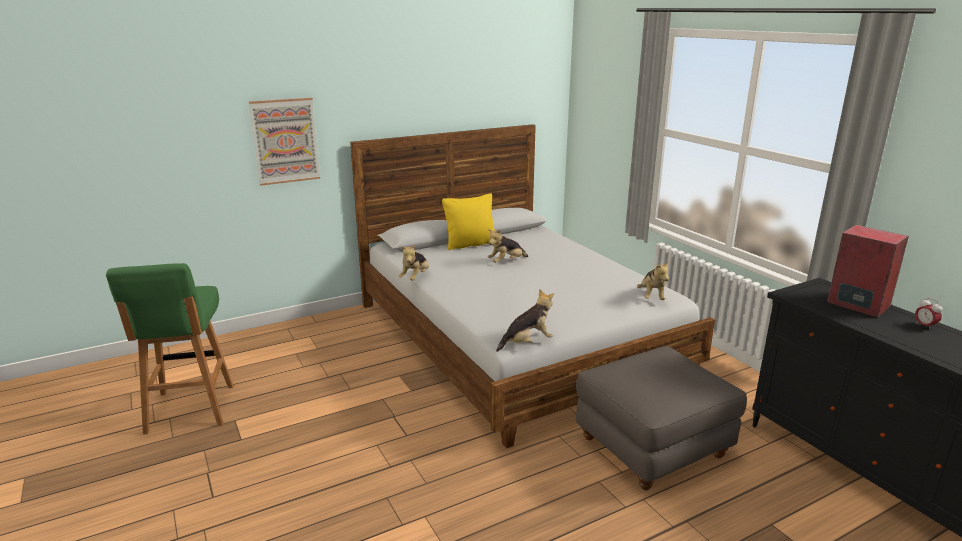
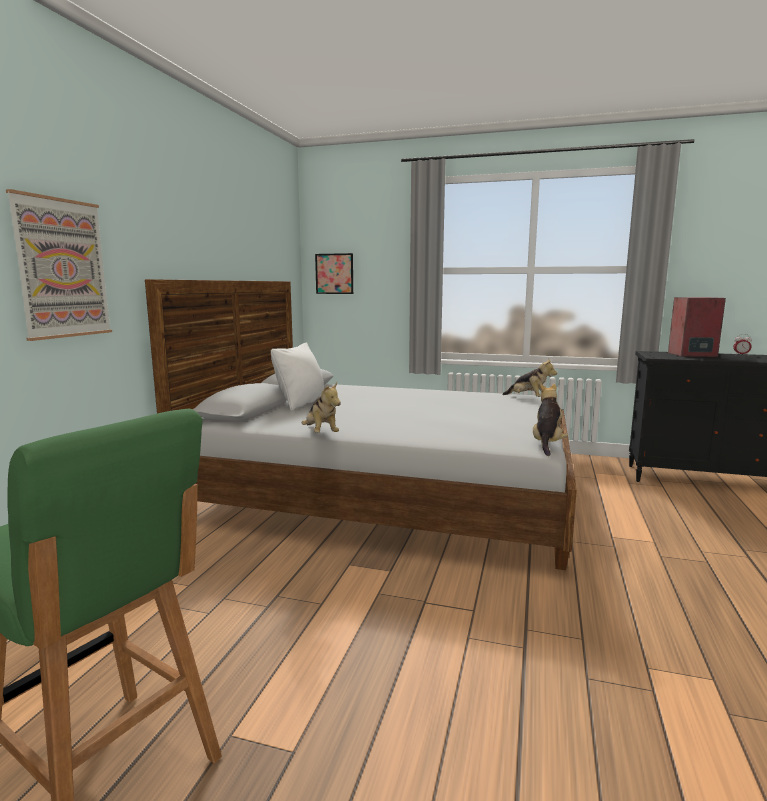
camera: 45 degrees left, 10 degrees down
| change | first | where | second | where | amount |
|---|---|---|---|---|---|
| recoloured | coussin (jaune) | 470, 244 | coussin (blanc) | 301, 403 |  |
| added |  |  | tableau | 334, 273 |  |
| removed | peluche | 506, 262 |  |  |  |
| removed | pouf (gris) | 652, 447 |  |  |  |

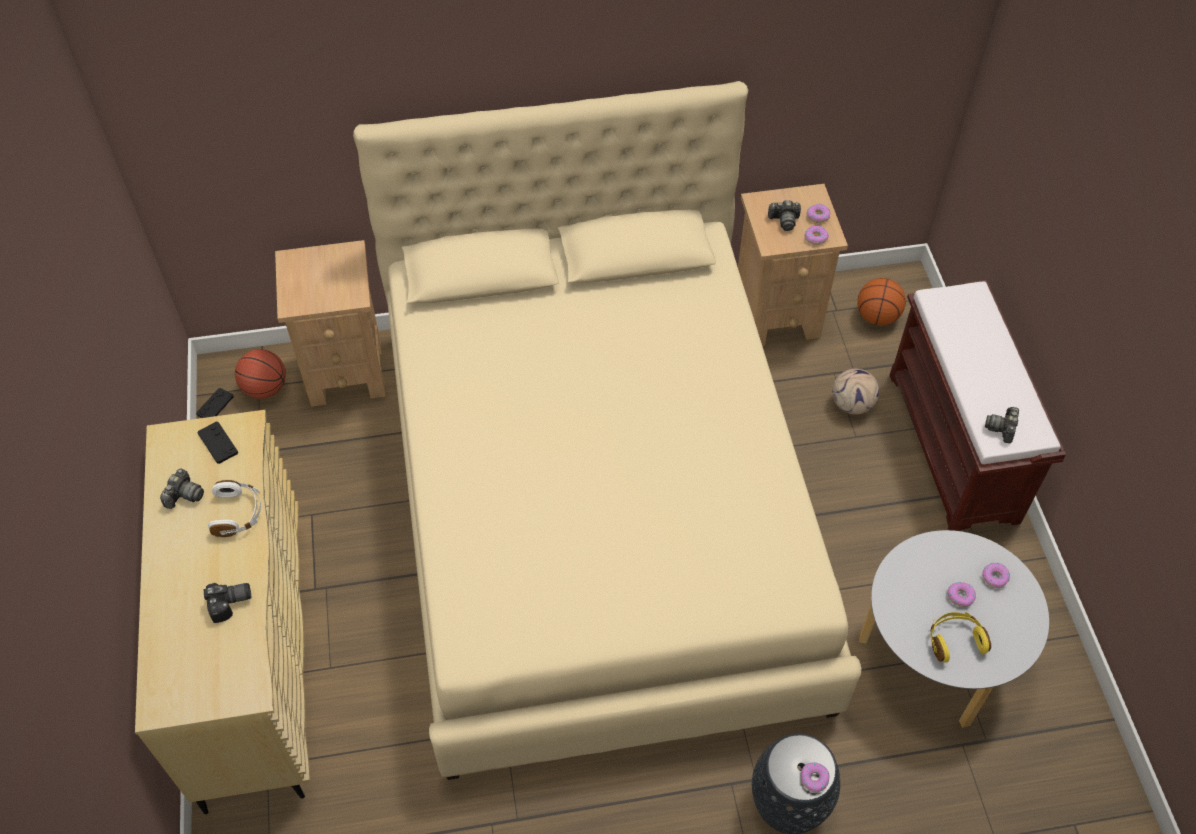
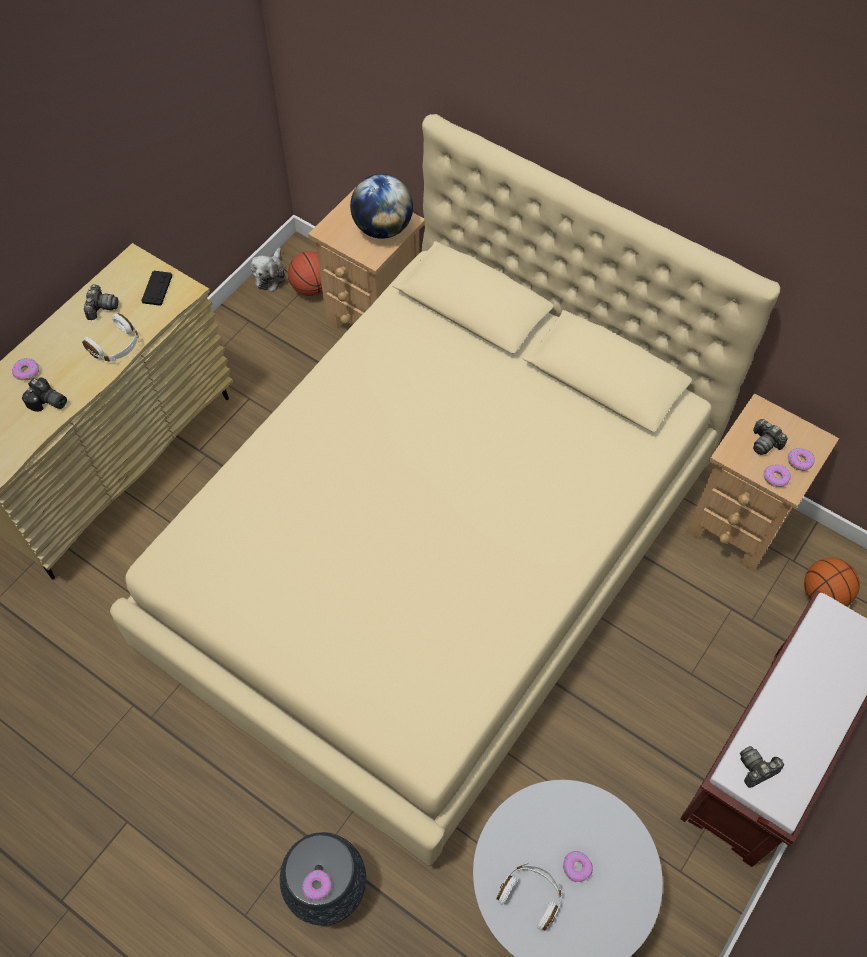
camera: 45 degrees right, 5 degrees up
| change | first | where | second | where | amount |
|---|---|---|---|---|---|
| moved | beignet | 995, 577 |  | 26, 372 |  |
| turned | appareil photo | 184, 495 |  | 101, 308 | 60 degrees counterclockwise |
| replaced | manette (noir) | 215, 405 | peluche | 270, 275 |  |
| added |  |  | globe | 382, 228 |  |
| recoloured | casque audio (jaune) | 955, 640 | casque audio (blanc) | 531, 895 |  |
| removed | ballon de foot | 852, 405 |  |  |  |

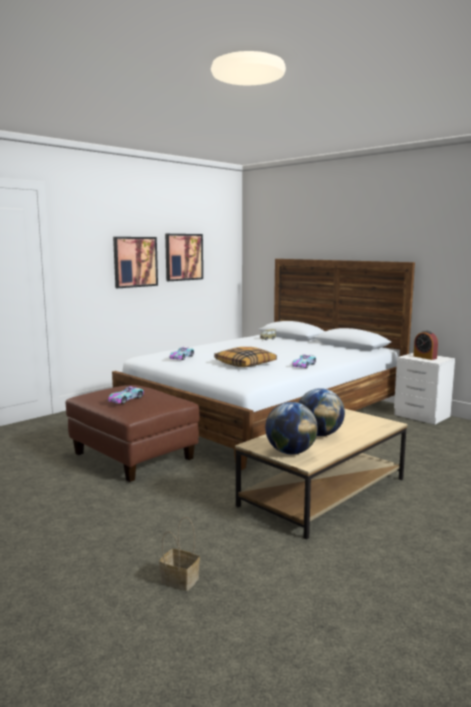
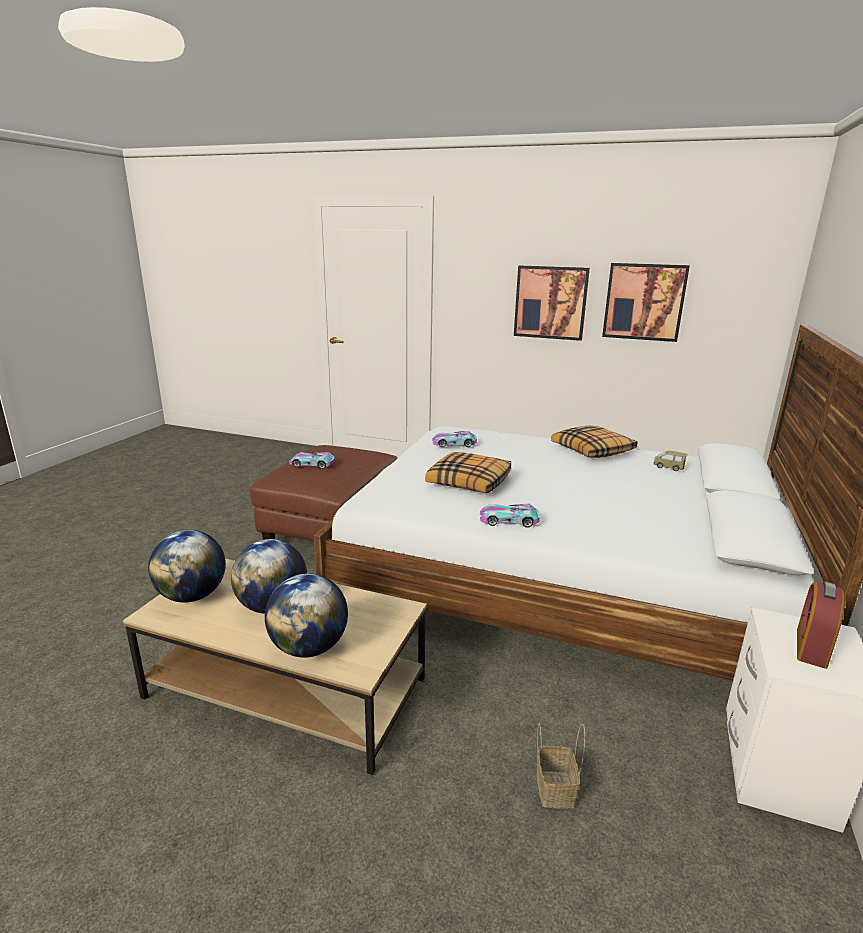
camera: 65 degrees right, 10 degrees up
| change | first | where | second | where | amount |
|---|---|---|---|---|---|
| added |  |  | globe | 309, 647 |  |
| moved | panier | 178, 580 |  | 553, 788 |  |
| added |  |  | coussin | 592, 451 |  |

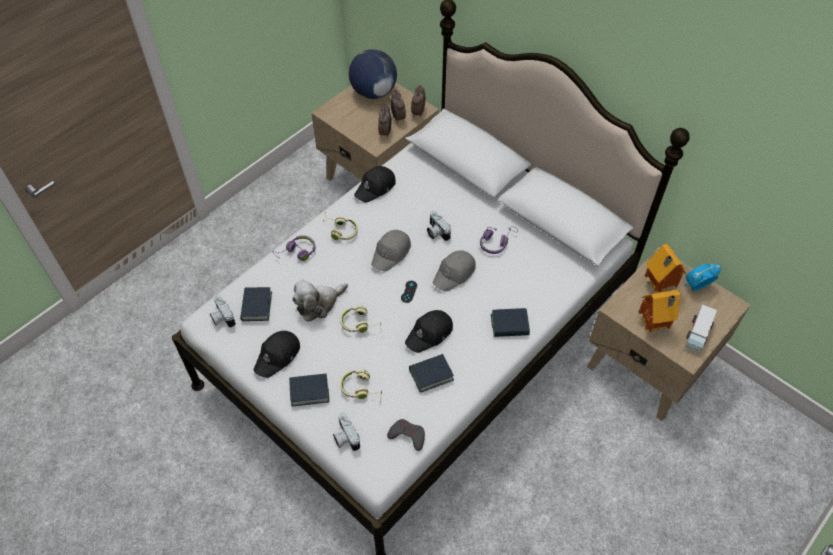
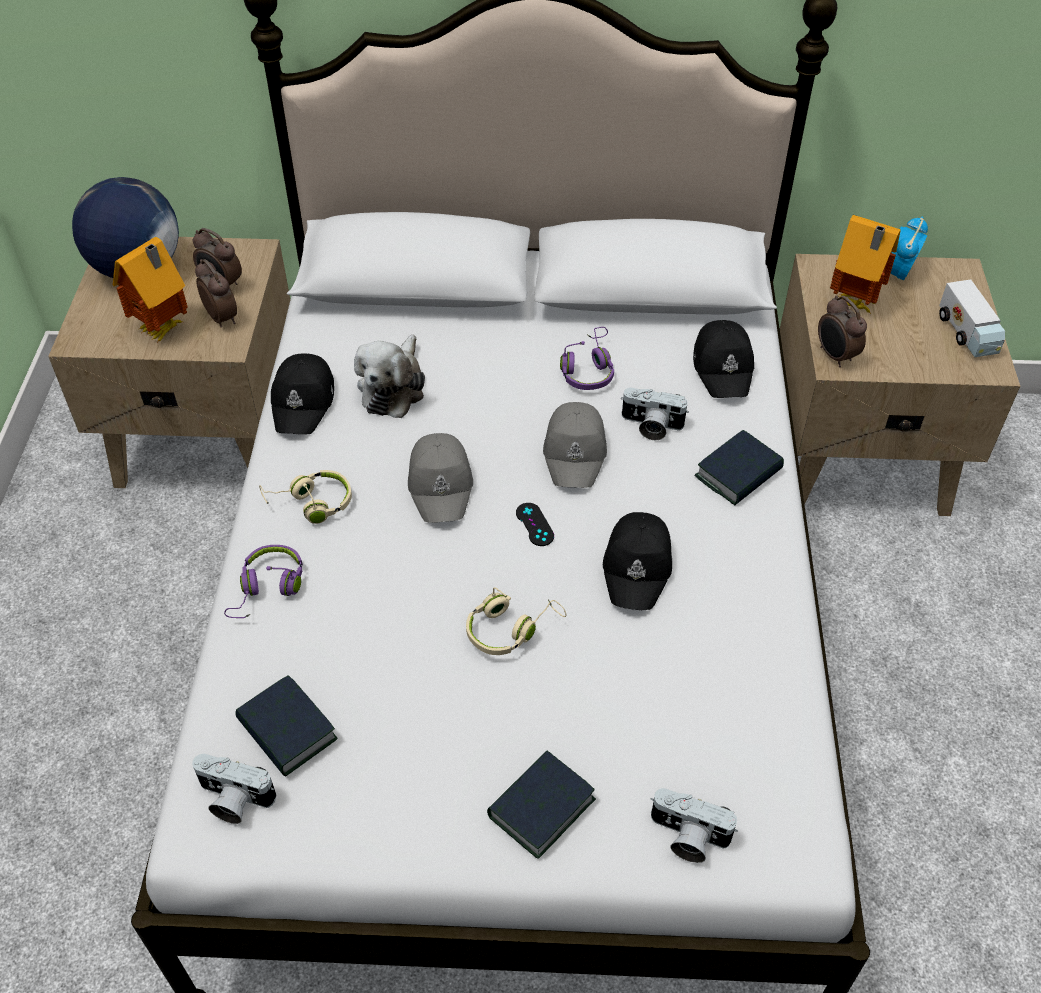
camera: 40 degrees left, 5 degrees down
| change | first | where | second | where | amount |
|---|---|---|---|---|---|
| moved | maison miniature | 652, 327 |  | 164, 330 |  |
| moved | peluche | 318, 304 |  | 393, 387 |  |
| moved | appareil photo | 436, 232 |  | 650, 426 |  |
| moved | casquette (noir) | 278, 356 |  | 723, 367 |  |
| moved | réveil | 417, 113 |  | 835, 356 |  |
| removed | casque audio (beige) | 361, 389 |  |  |  |
| removed | manette (gris) | 407, 435 |  |  |  |
| removed | livre | 431, 375 |  |  |  |

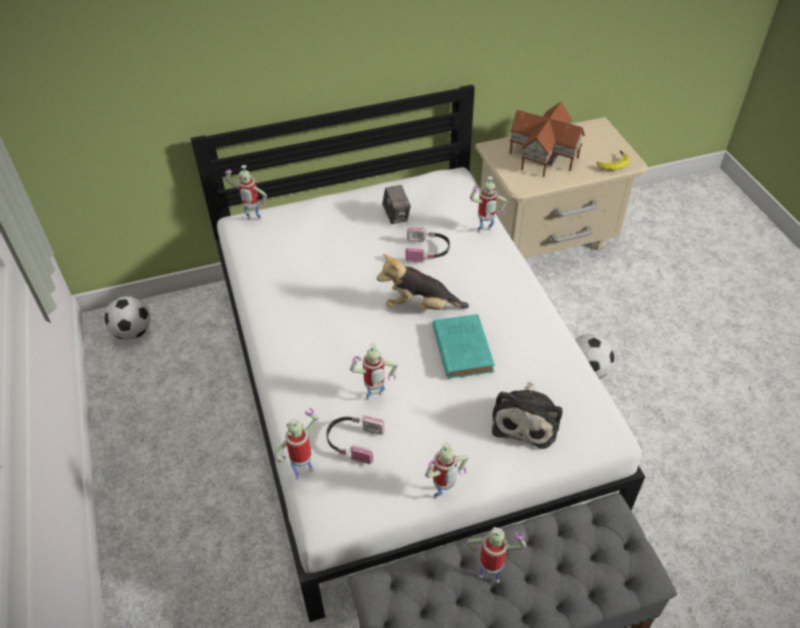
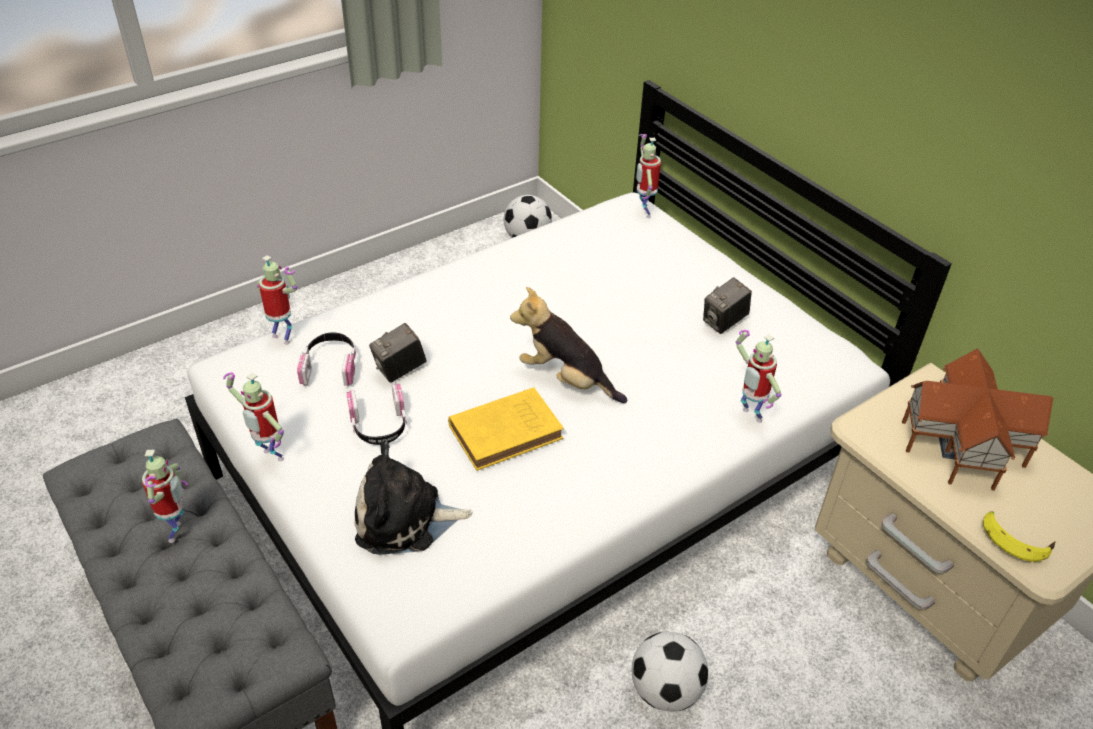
camera: 70 degrees right, 5 degrees down
| change | first | where | second | where | amount |
|---|---|---|---|---|---|
| moved | casque audio | 427, 251 |  | 379, 425 |  |
| replaced | robot jouet | 375, 398 | appareil photo | 400, 370 |  |
| recoloured | livre (turquoise) | 462, 347 | livre (jaune) | 508, 431 |  |
| turned | peluche | 420, 306 |  | 566, 379 | 45 degrees counterclockwise |

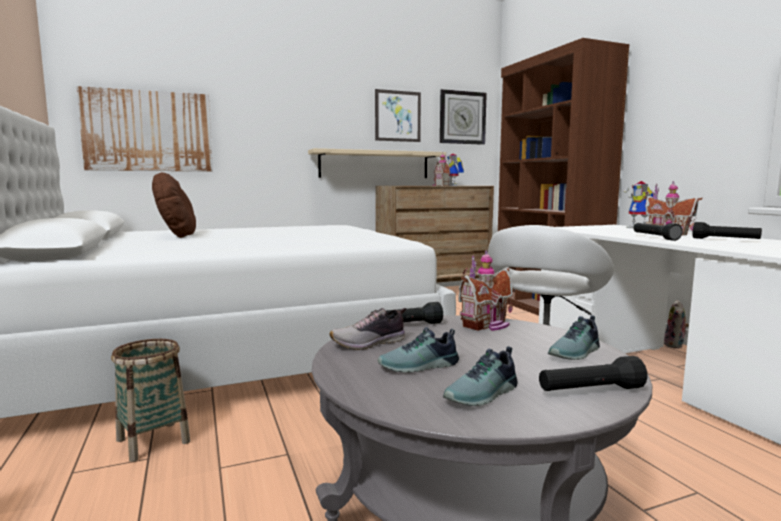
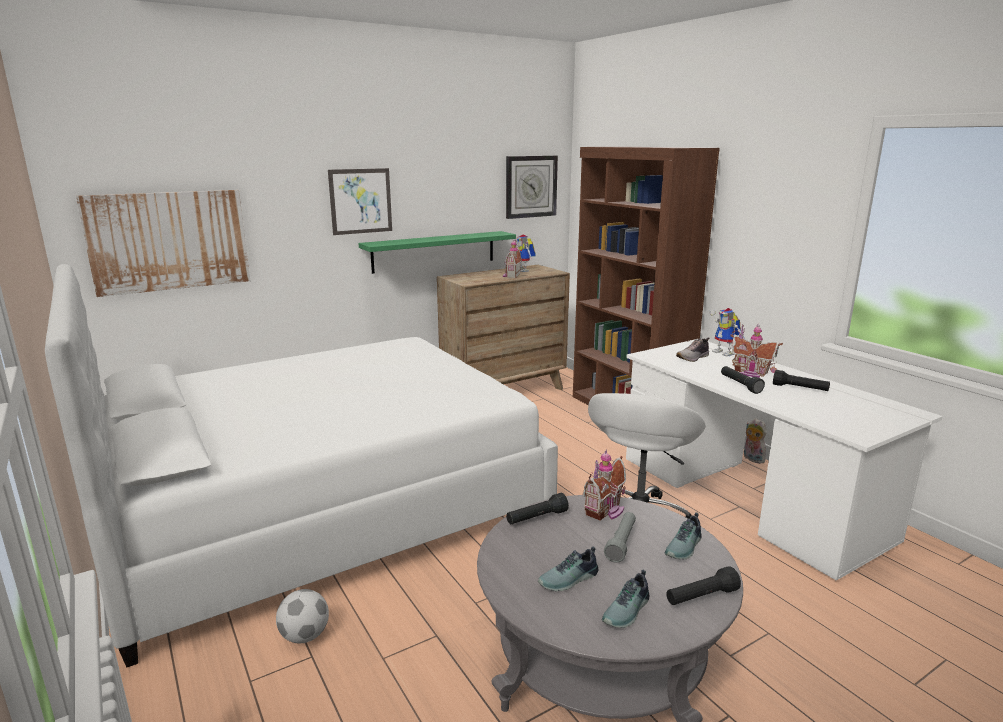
camera: 10 degrees left, 10 degrees up
| change | first | where | second | where | amount |
|---|---|---|---|---|---|
| replaced | panier | 153, 441 | ballon de foot | 304, 636 |  |
| moved | tableau | 397, 116 |  | 360, 201 |  |
| recoloured | étagère (beige) | 374, 164 | étagère (vert) | 434, 251 |  |
| added |  |  | lampe de poche (gris) | 621, 543 |  |
| moved | chaussure | 370, 343 |  | 693, 358 |  |
| turned | peluche | 675, 345 |  | 752, 459 | 135 degrees clockwise |
| removed | coussin (marron) | 177, 236 |  |  |  |

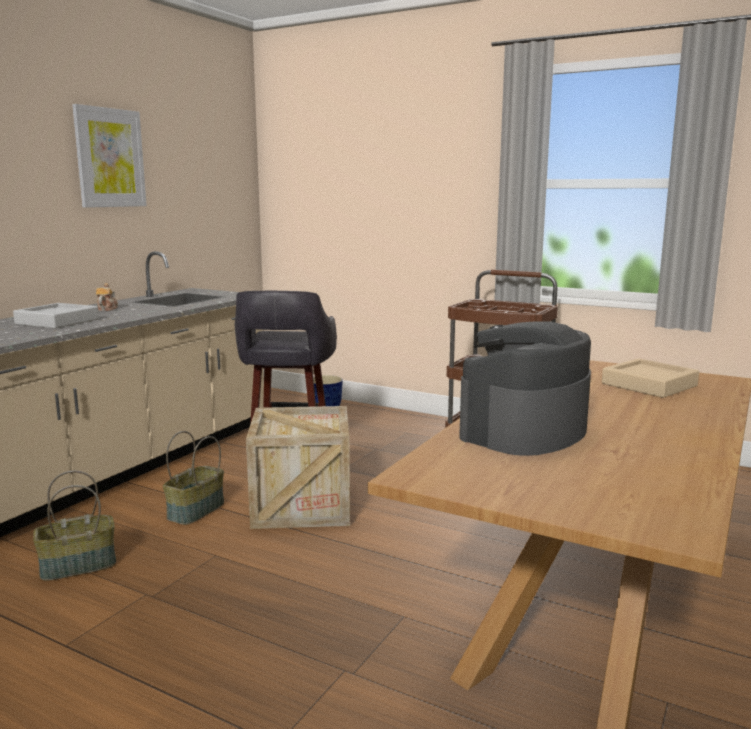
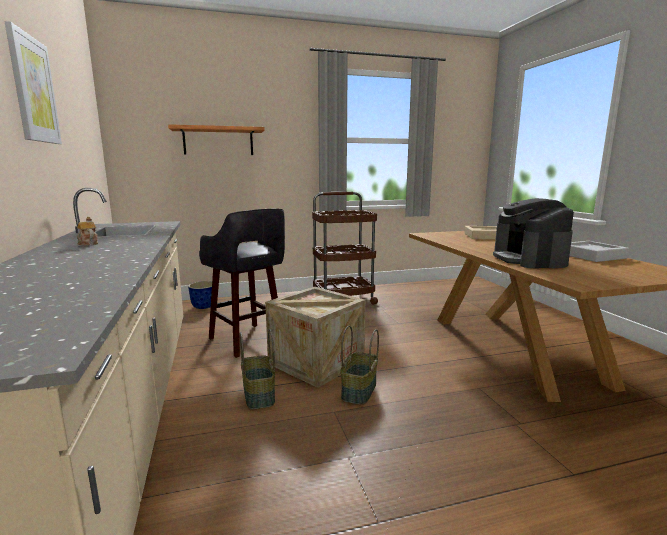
camera: 45 degrees left, 0 degrees up
| change | first | where | second | where | amount |
|---|---|---|---|---|---|
| added |  |  | étagère | 218, 141 |  |
| moved | panier | 77, 566 |  | 359, 391 |  |
| moved | plateau (gris) | 57, 321 |  | 591, 256 |  |

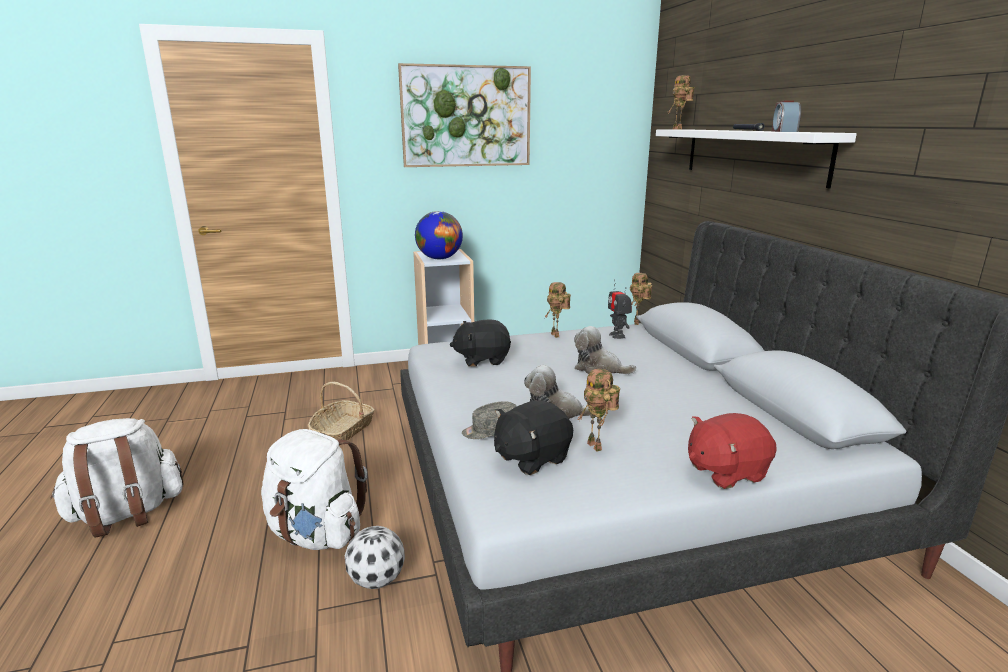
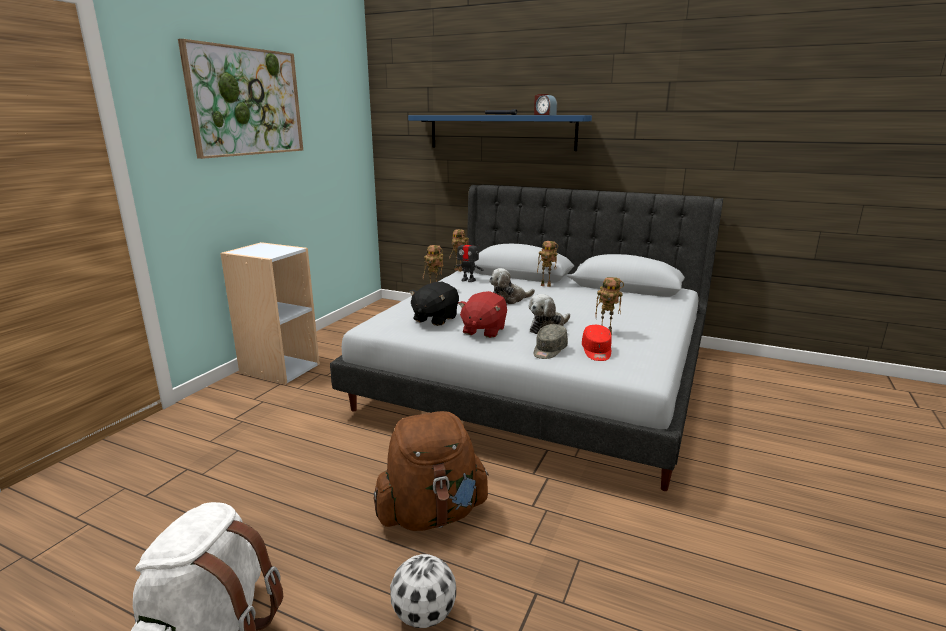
camera: 50 degrees left, 0 degrees up
| change | first | where | second | where | amount |
|---|---|---|---|---|---|
| recoloured | sac à dos (blanc) | 316, 534 | sac à dos (marron) | 432, 514 |  |
| moved | ballon de foot | 376, 580 |  | 423, 615 |  |
| recoloured | étagère (blanc) | 752, 154 | étagère (bleu) | 501, 132 |  |
| moved | peluche (rouge) | 725, 471 |  | 483, 330 |  |
| moved | robot jouet | 679, 129 |  | 546, 285 |  |
| replaced | peluche (noir) | 531, 458 | casquette (rouge) | 596, 351 |  |
| removed | panier | 343, 430 |  |  |  |
| removed | globe | 439, 258 |  |  |  |

